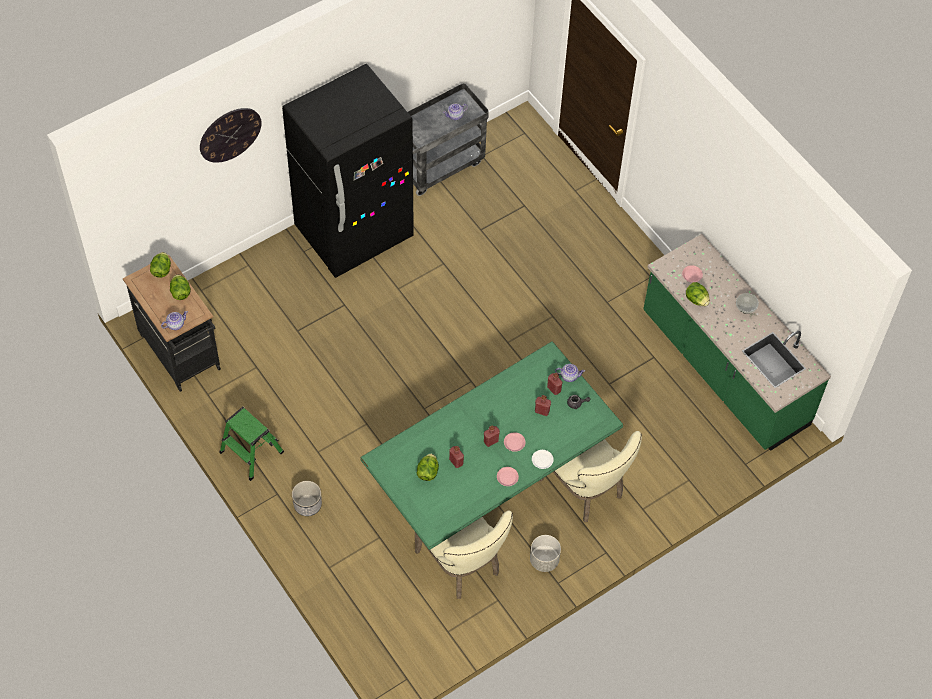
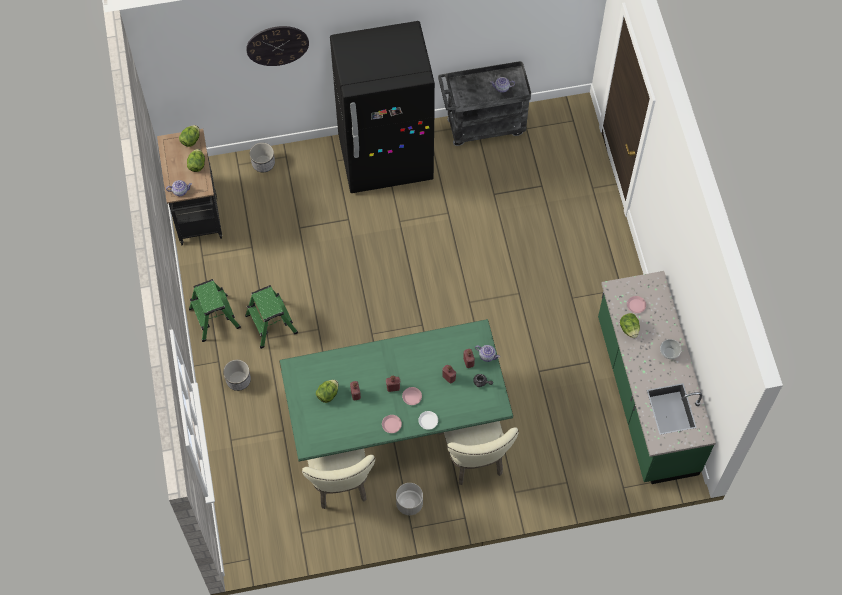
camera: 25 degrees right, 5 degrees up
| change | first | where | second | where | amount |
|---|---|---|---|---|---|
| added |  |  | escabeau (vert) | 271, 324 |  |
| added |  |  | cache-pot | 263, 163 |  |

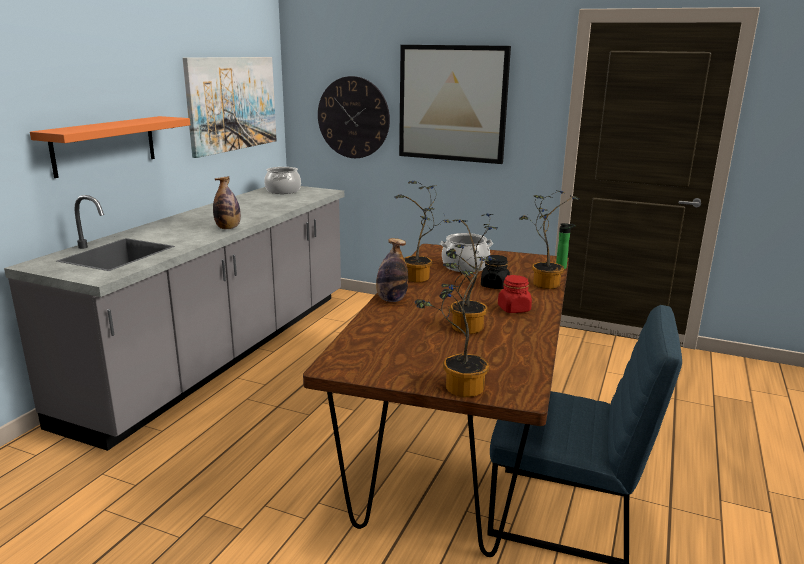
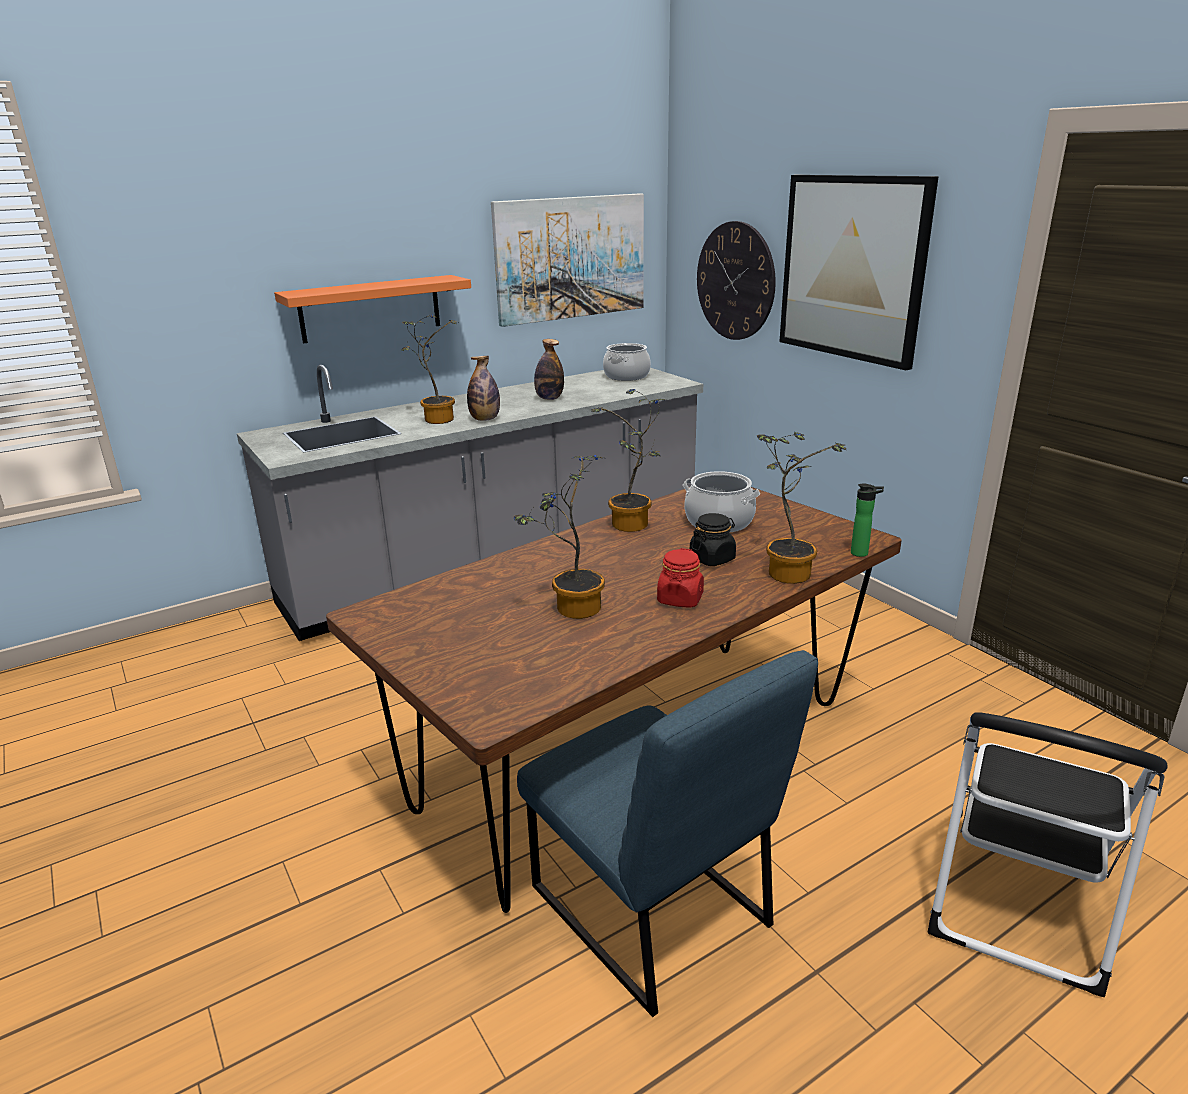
camera: 35 degrees right, 5 degrees up
| change | first | where | second | where | amount |
|---|---|---|---|---|---|
| moved | plante en pot | 458, 387 |  | 436, 419 |  |
| moved | bouteille | 391, 300 |  | 549, 398 |  |
| added |  |  | escabeau | 1017, 899 |  |

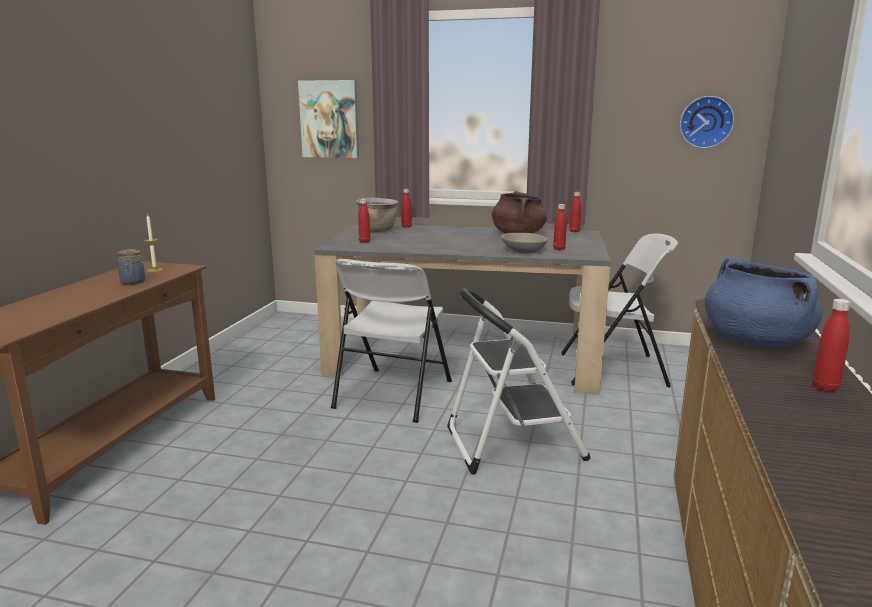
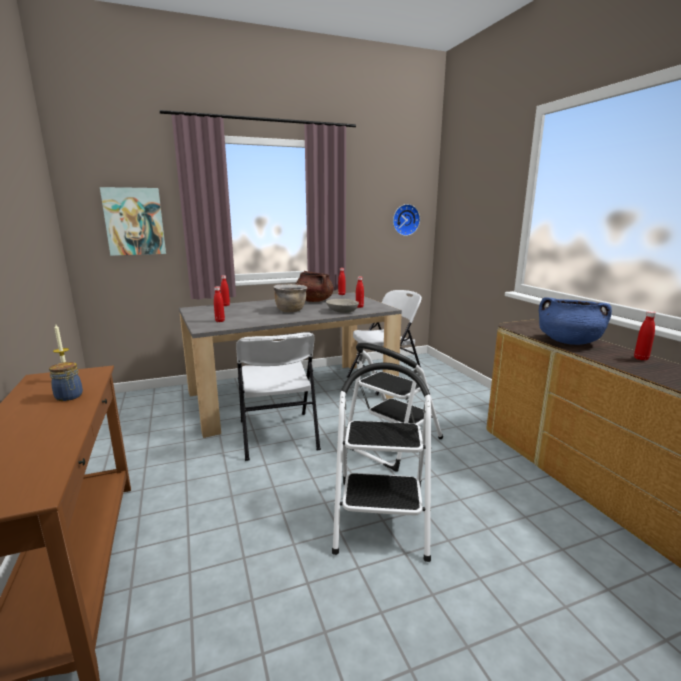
camera: 35 degrees left, 0 degrees up
| change | first | where | second | where | amount |
|---|---|---|---|---|---|
| moved | marmite (marron) | 378, 231 |  | 291, 310 |  |
| added |  |  | escabeau | 381, 515 |  |

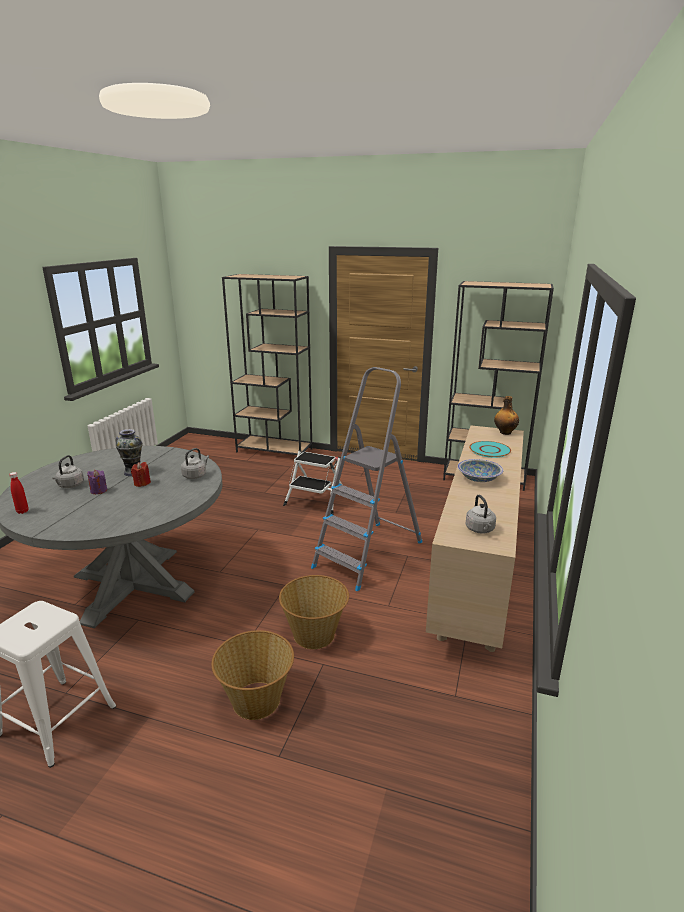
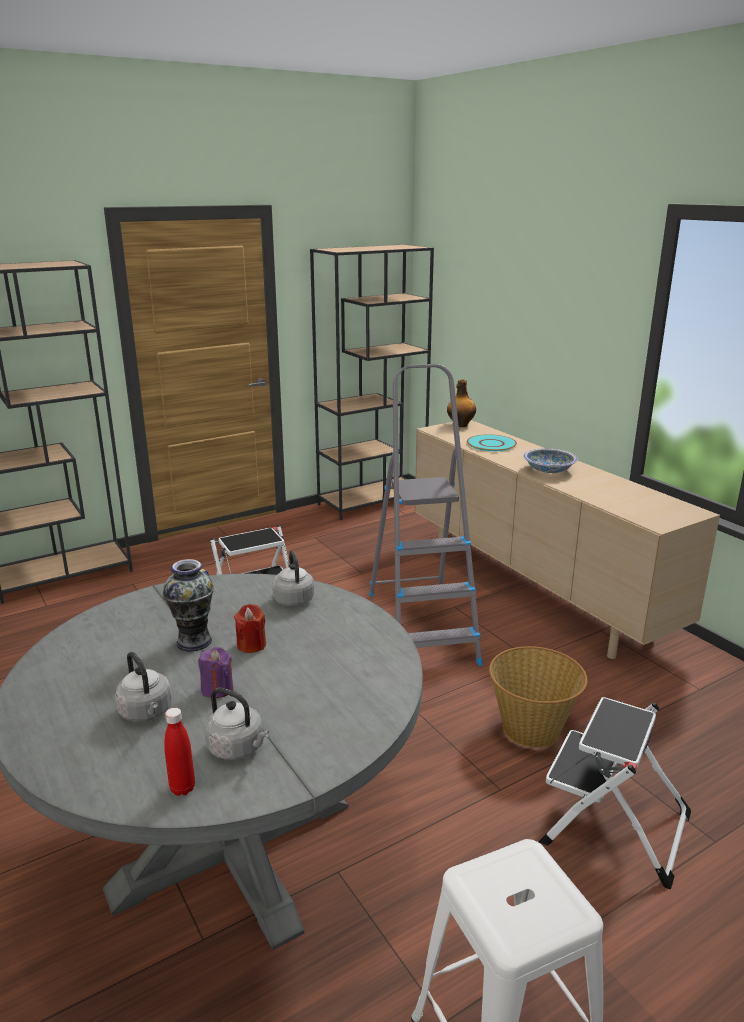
camera: 50 degrees left, 0 degrees up
| change | first | where | second | where | amount |
|---|---|---|---|---|---|
| moved | bouilloire (gris) | 480, 530 |  | 238, 748 |  |
| replaced | panier | 256, 701 | escabeau | 613, 822 |  |

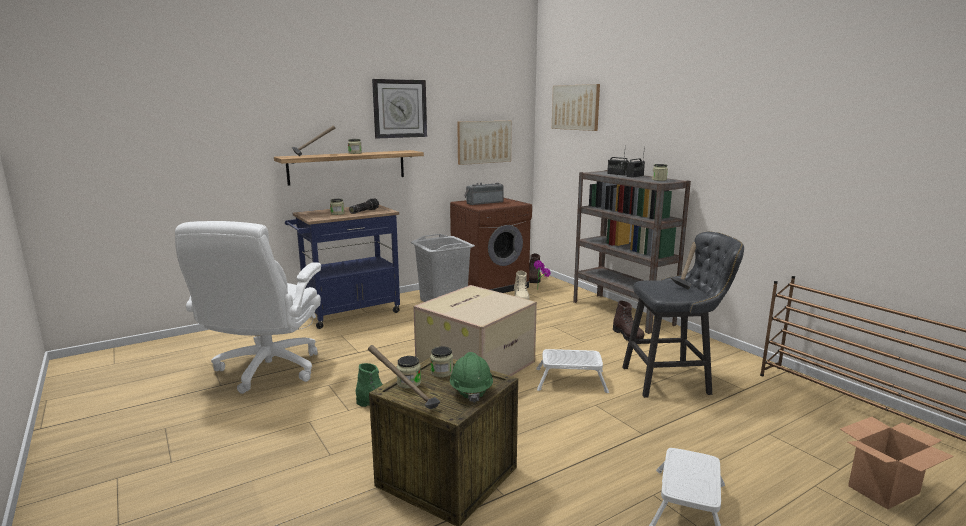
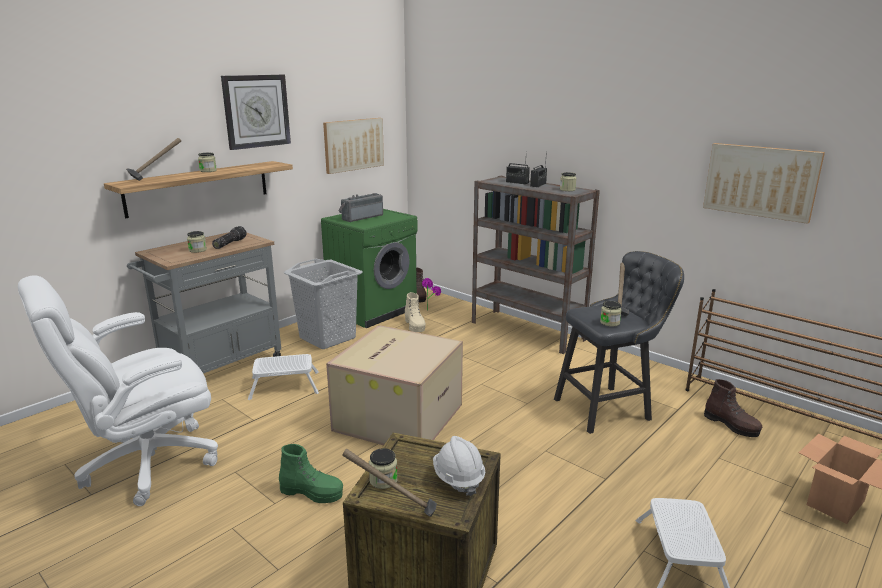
camera: 15 degrees left, 5 degrees up
| change | first | where | second | where | amount |
|---|---|---|---|---|---|
| turned | chaise de bureau (blanc) | 265, 371 |  | 143, 465 | 60 degrees clockwise |
| recoloured | chariot (bleu) | 348, 313 | chariot (gris) | 218, 367 |  |
| moved | escabeau (blanc) | 571, 380 |  | 284, 385 |  |
| recoloured | lave-linge (marron) | 491, 286 | lave-linge (vert) | 374, 311 |  |
| recoloured | casque de chantier (vert) | 471, 390 | casque de chantier (blanc) | 458, 478 |  |
| moved | bocal | 442, 372 |  | 610, 323 |  |
| moved | tableau | 576, 107 |  | 760, 181 |  |
| moved | botte (marron) | 628, 336 |  | 731, 425 |  |

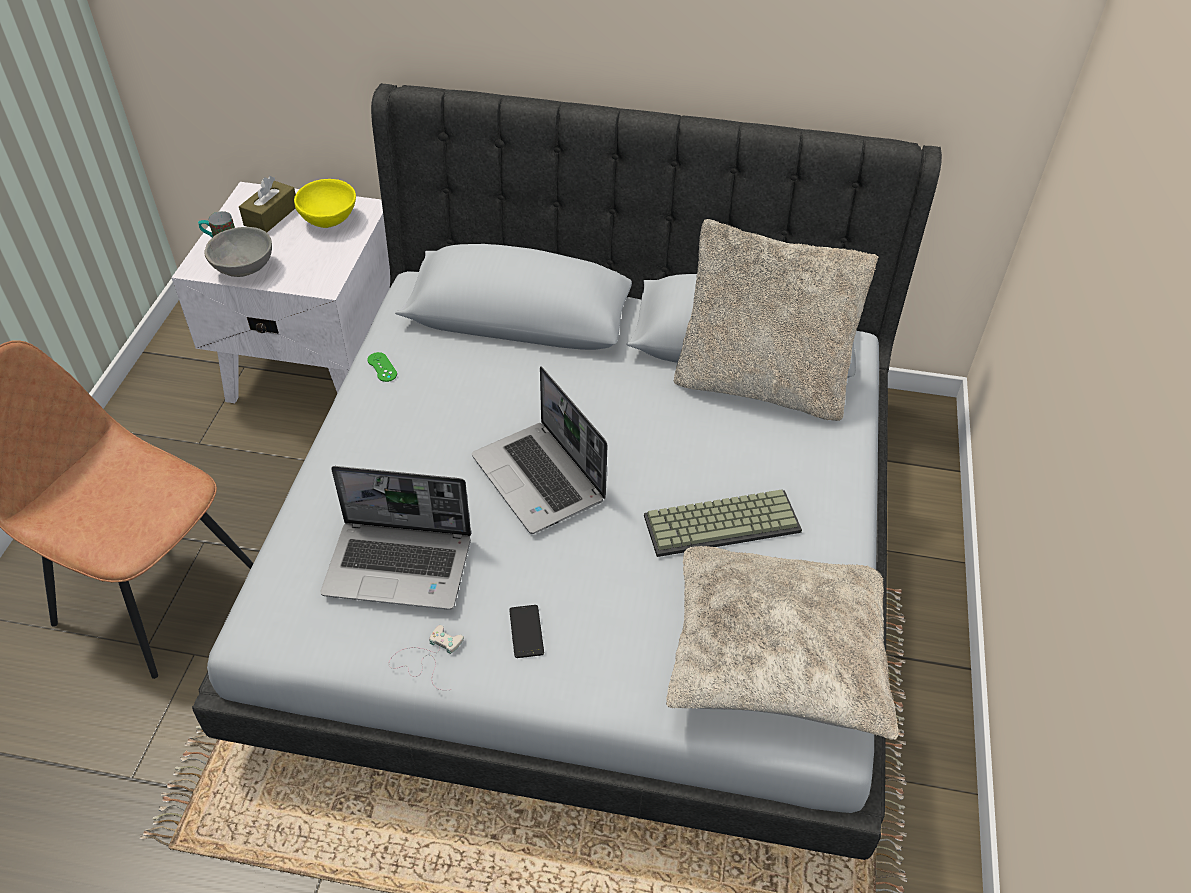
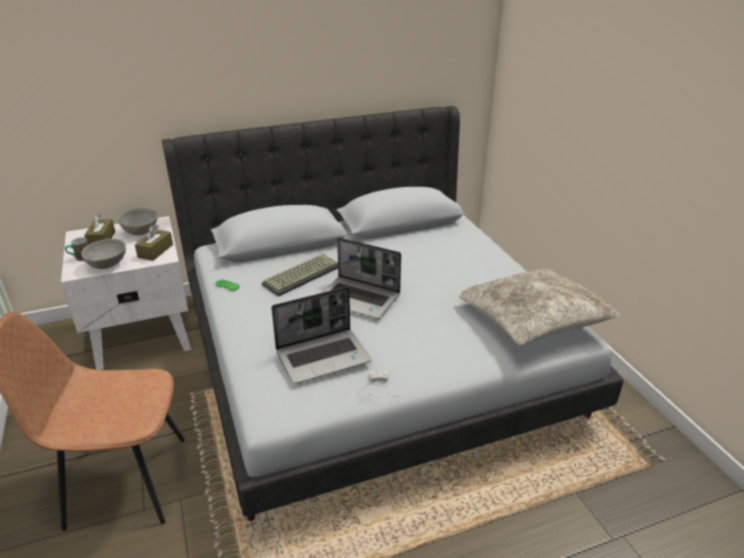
camera: 30 degrees left, 15 degrees down
| change | first | where | second | where | amount |
|---|---|---|---|---|---|
| recoloured | bol (jaune) | 330, 220 | bol (gris) | 141, 232 |  |
| added |  |  | boîte à mouchoirs (marron) | 155, 251 |  |
| moved | clavier | 722, 521 |  | 302, 274 |  |
| removed | téléphone | 526, 631 |  |  |  |
| removed | coussin (beige) | 762, 379 |  |  |  |

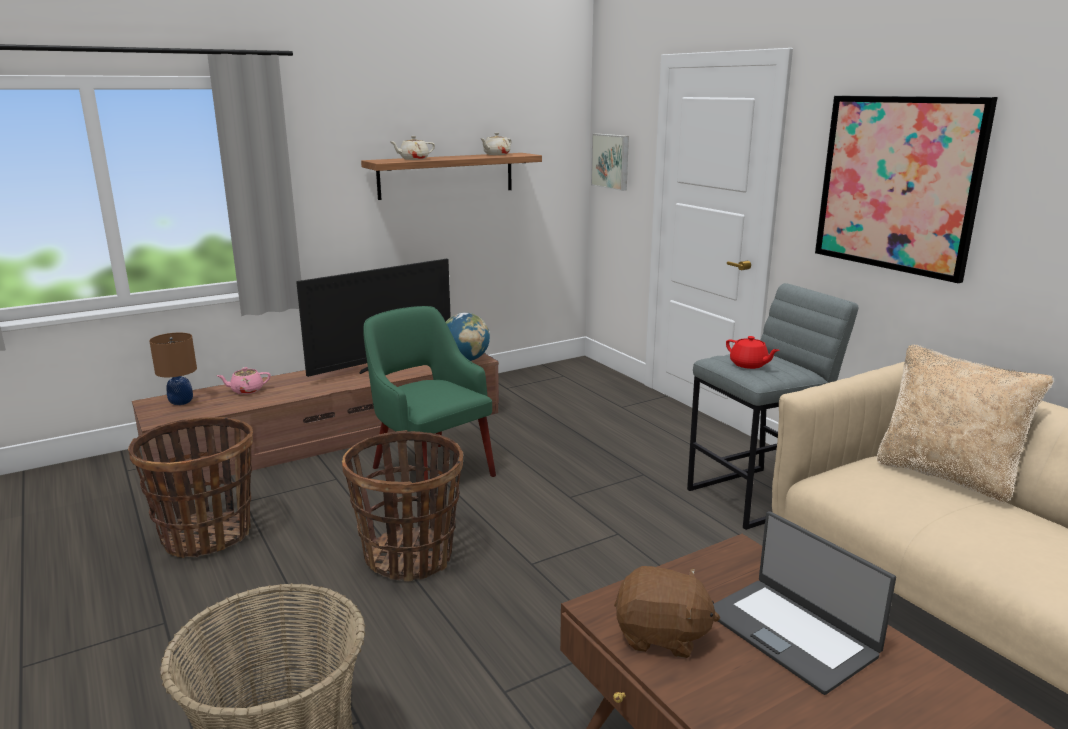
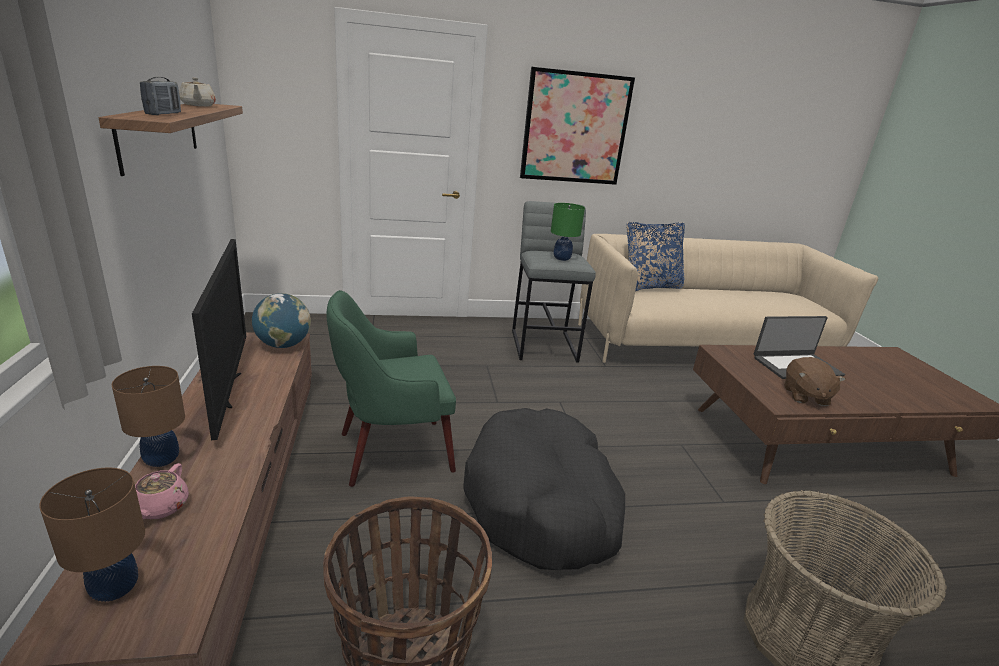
camera: 70 degrees left, 5 degrees up
| change | first | where | second | where | amount |
|---|---|---|---|---|---|
| added |  |  | lampe de table (marron) | 162, 461 |  |
| replaced | théière (beige) | 413, 159 | radio | 164, 114 |  |
| replaced | panier | 409, 557 | panier pour chien (noir) | 542, 503 |  |
| replaced | théière (rouge) | 749, 365 | lampe de table (vert) | 562, 259 |  |
| recoloured | coussin (beige) | 946, 479 | coussin (bleu) | 650, 287 |  |
| turned | peluche (marron) | 661, 636 |  | 805, 396 | 150 degrees clockwise |
| removed | tableau | 611, 161 |  |  |  |

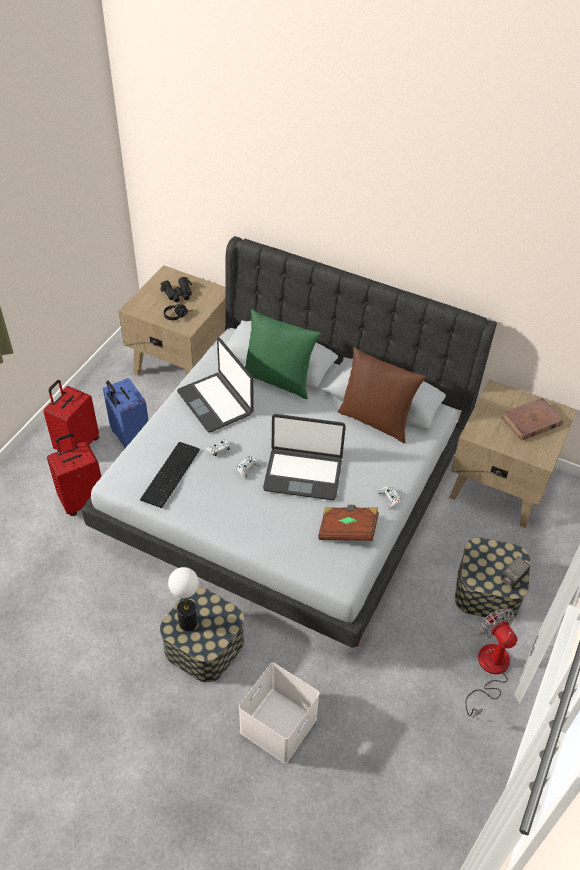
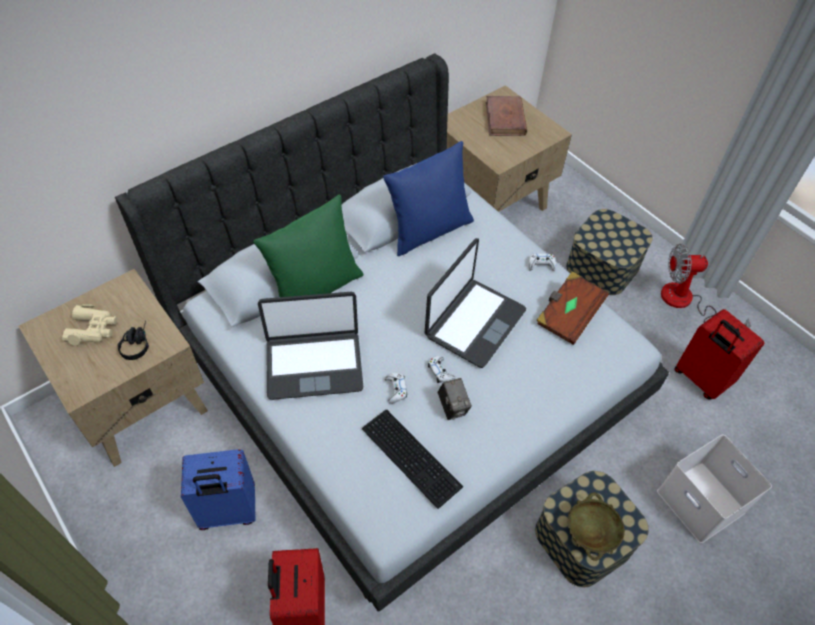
camera: 65 degrees left, 5 degrees up
| change | first | where | second | where | amount |
|---|---|---|---|---|---|
| recoloured | jumelles (noir) | 178, 293 | jumelles (beige) | 93, 329 |  |
| recoloured | coussin (marron) | 375, 420 | coussin (bleu) | 428, 230 |  |
| moved | appareil photo | 512, 579 |  | 453, 407 |  |
| replaced | lampe de table | 188, 623 | bol (beige) | 590, 533 |  |
| moved | valise (rouge) | 77, 445 |  | 700, 379 |  |

